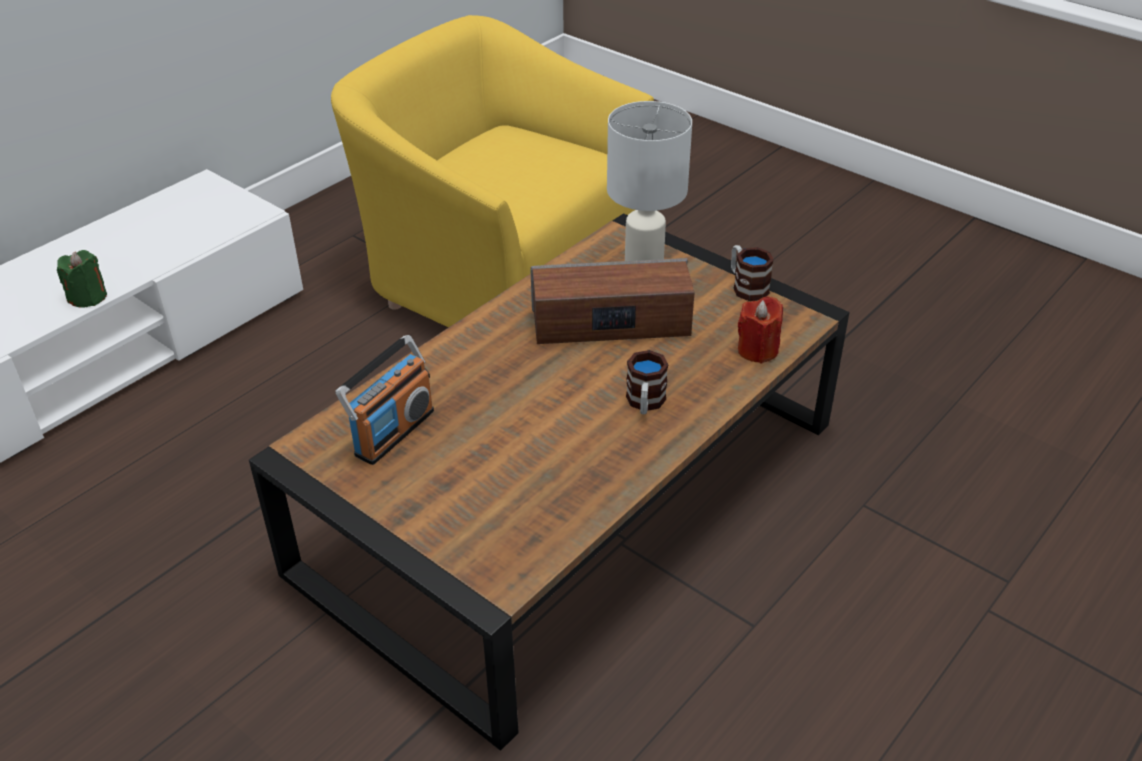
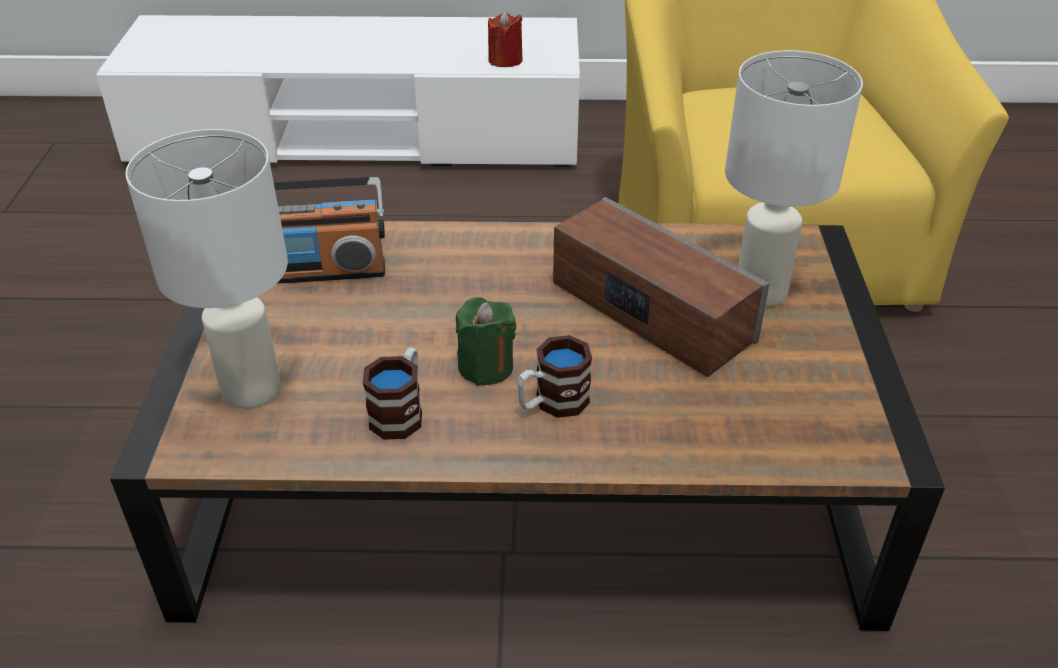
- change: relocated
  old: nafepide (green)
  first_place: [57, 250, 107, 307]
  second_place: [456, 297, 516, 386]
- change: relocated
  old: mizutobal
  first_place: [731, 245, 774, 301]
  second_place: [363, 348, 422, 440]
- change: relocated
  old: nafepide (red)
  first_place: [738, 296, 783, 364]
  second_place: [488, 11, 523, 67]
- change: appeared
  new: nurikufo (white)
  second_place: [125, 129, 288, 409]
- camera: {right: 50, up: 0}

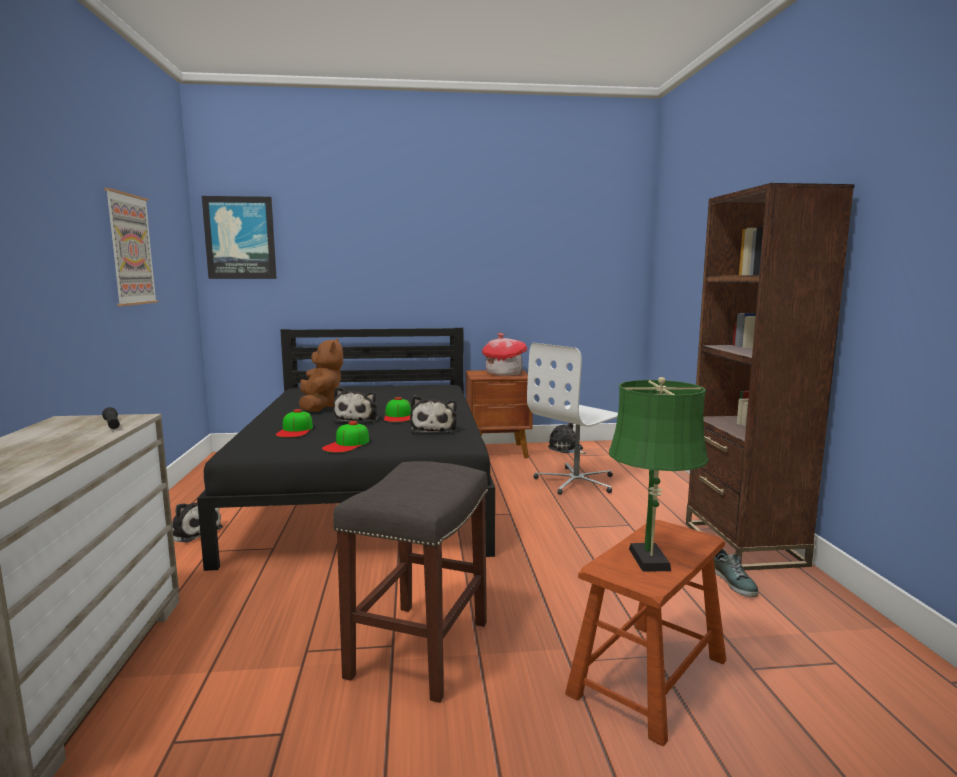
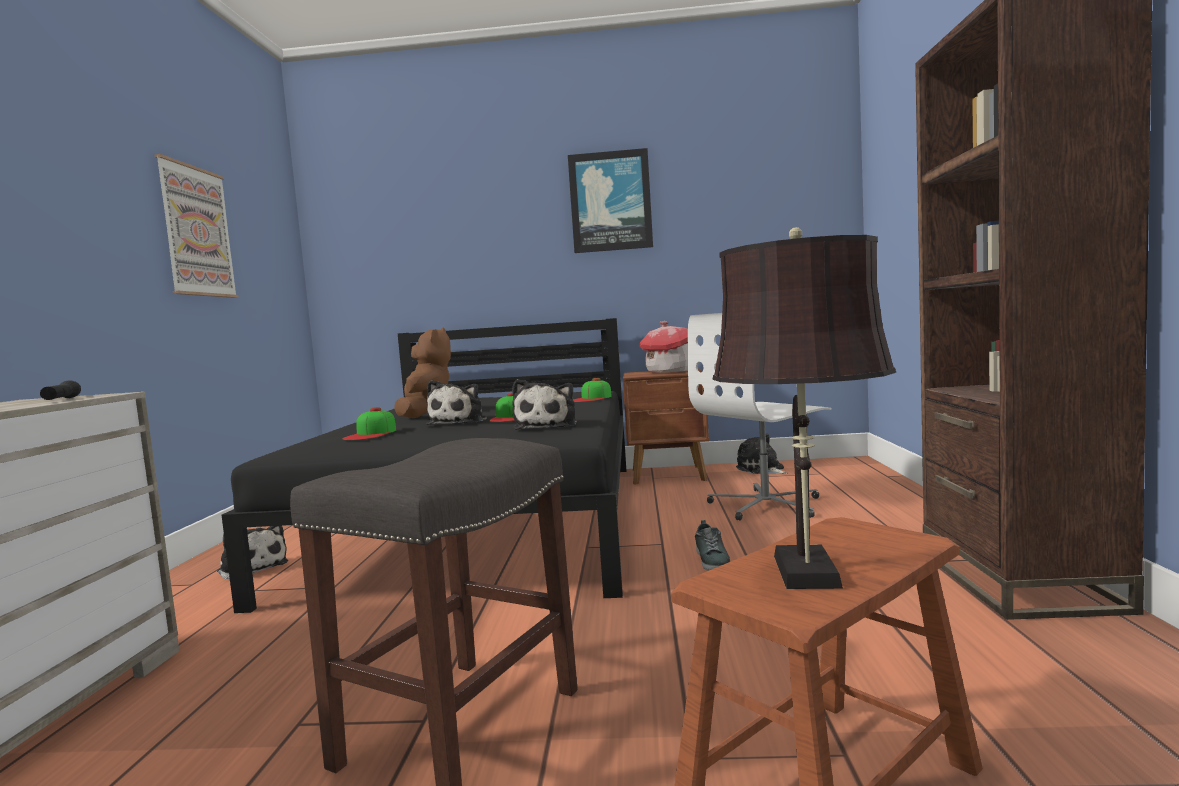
- change: relocated
  old: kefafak
  first_place: [202, 196, 277, 279]
  second_place: [568, 148, 653, 253]
- change: relocated
  old: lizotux
  first_place: [322, 421, 369, 453]
  second_place: [573, 378, 612, 402]
- change: colour
  old: nurikufo (green)
  new: nurikufo (brown)
  first_place: [609, 377, 709, 572]
  second_place: [712, 227, 896, 589]
- change: relocated
  old: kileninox
  first_place: [713, 549, 759, 597]
  second_place: [695, 520, 731, 571]
- camera: {right: 10, up: -5}

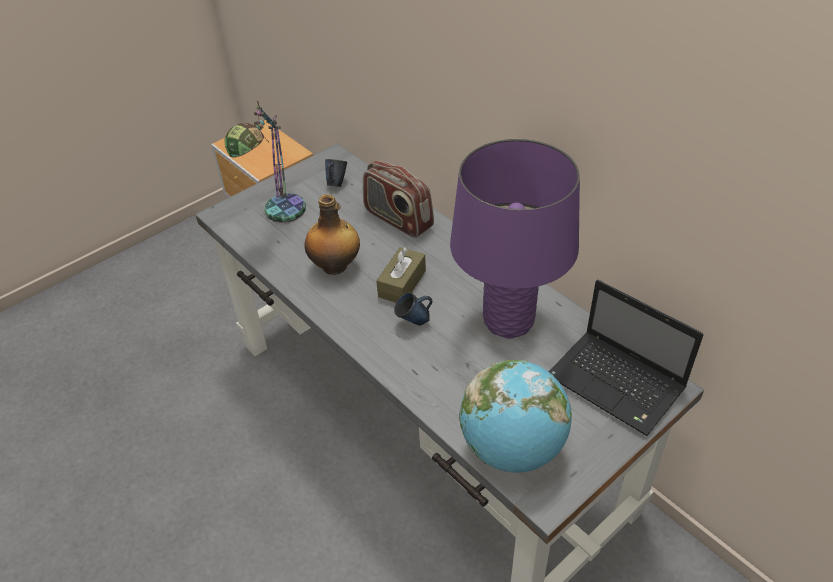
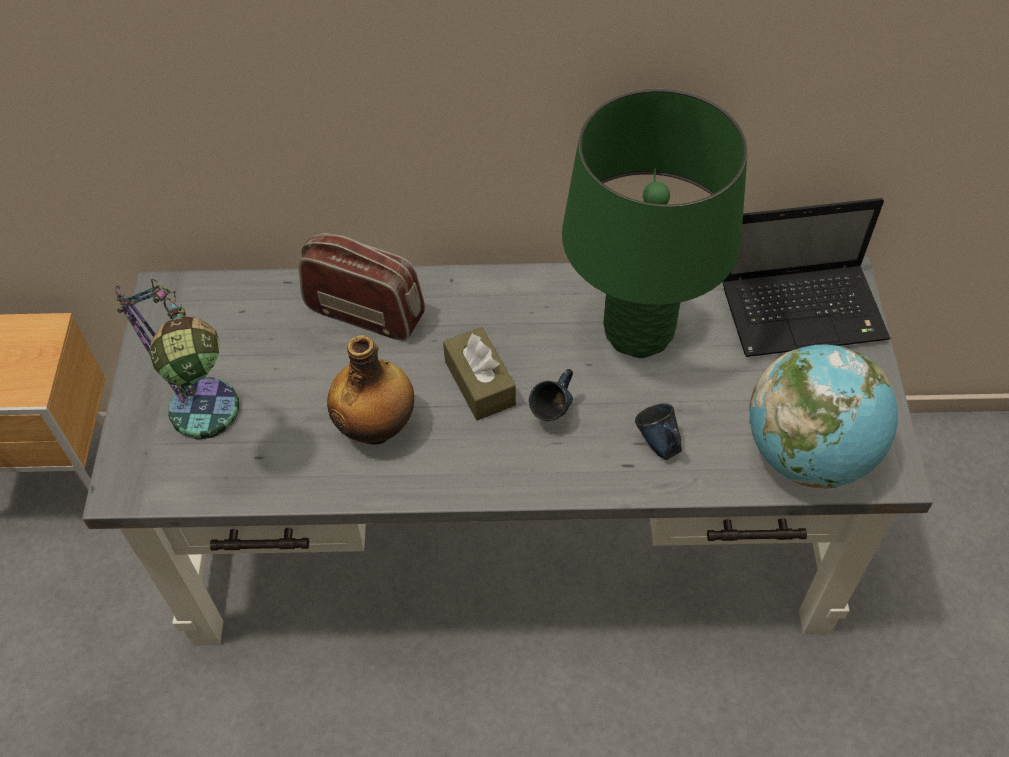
- change: relocated
  old: mizutobal (blue)
  first_place: [325, 159, 347, 187]
  second_place: [635, 403, 682, 460]
- change: spun
  old: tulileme
  first_place: [363, 160, 434, 238]
  second_place: [299, 233, 425, 341]
  degrees: -150
- change: colour
  old: nurikufo (purple)
  new: nurikufo (green)
  first_place: [450, 139, 580, 339]
  second_place: [562, 89, 748, 358]
- camera: {right: -50, up: 10}

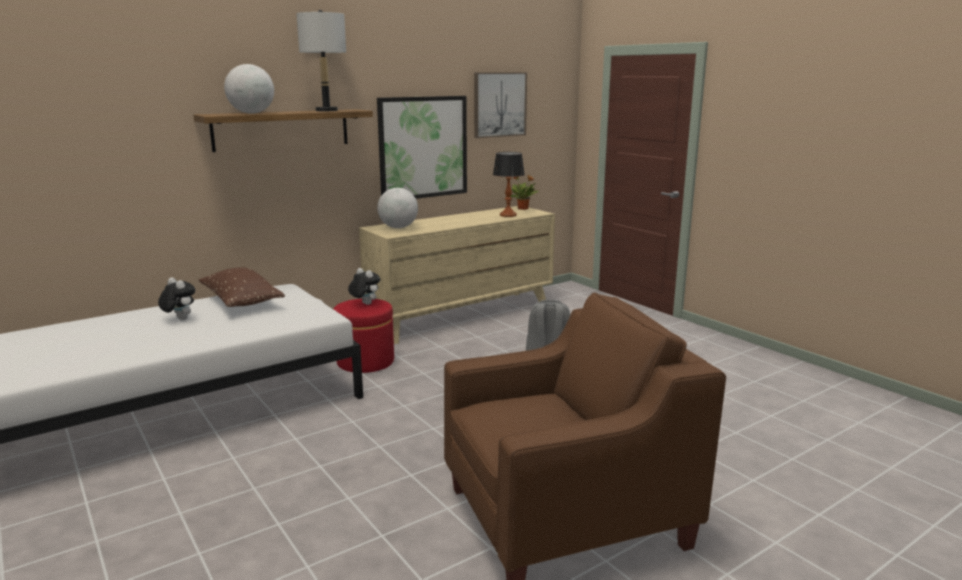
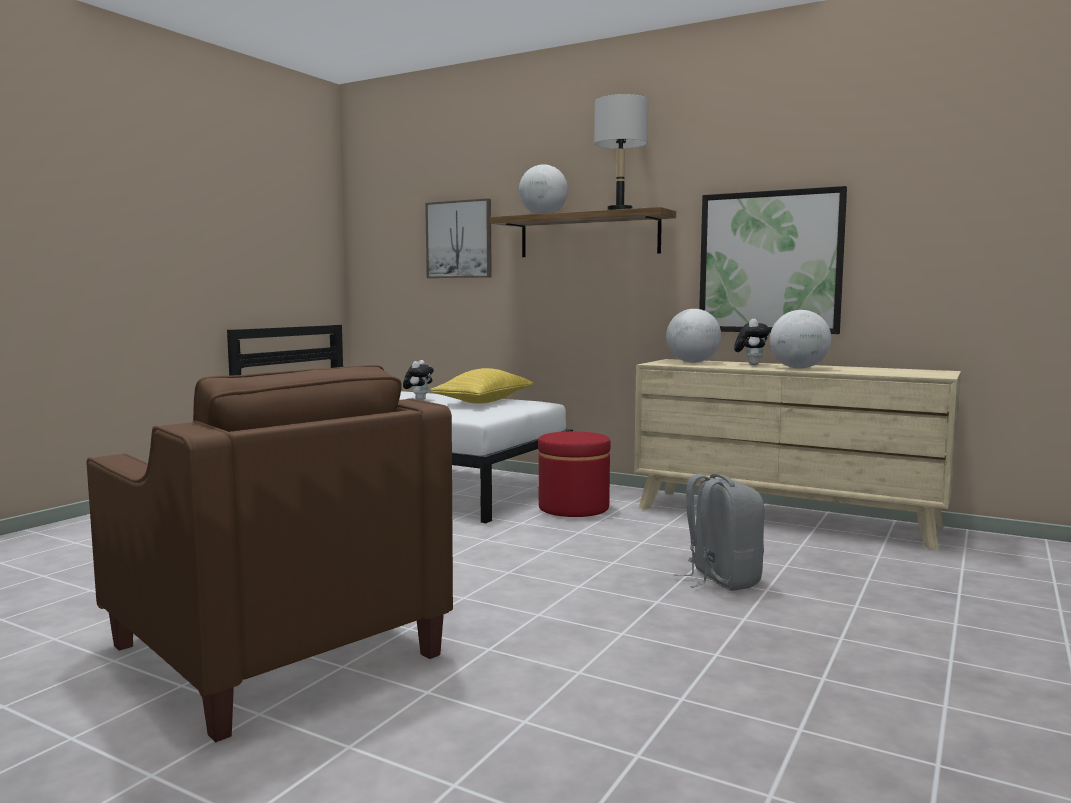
- change: colour
  old: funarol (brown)
  new: funarol (yellow)
  first_place: [198, 267, 285, 307]
  second_place: [430, 368, 533, 404]
- change: relocated
  old: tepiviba
  first_place: [348, 268, 380, 305]
  second_place: [734, 319, 770, 365]
- change: relocated
  old: kefafak
  first_place: [474, 72, 527, 138]
  second_place: [425, 198, 492, 278]
- change: missing
  old: nurikufo
  first_place: [493, 152, 525, 217]
- change: missing
  old: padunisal
  first_place: [511, 175, 539, 210]
- change: appeared
  new: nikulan
  second_place: [770, 310, 831, 369]
- camera: {right: 65, up: -10}

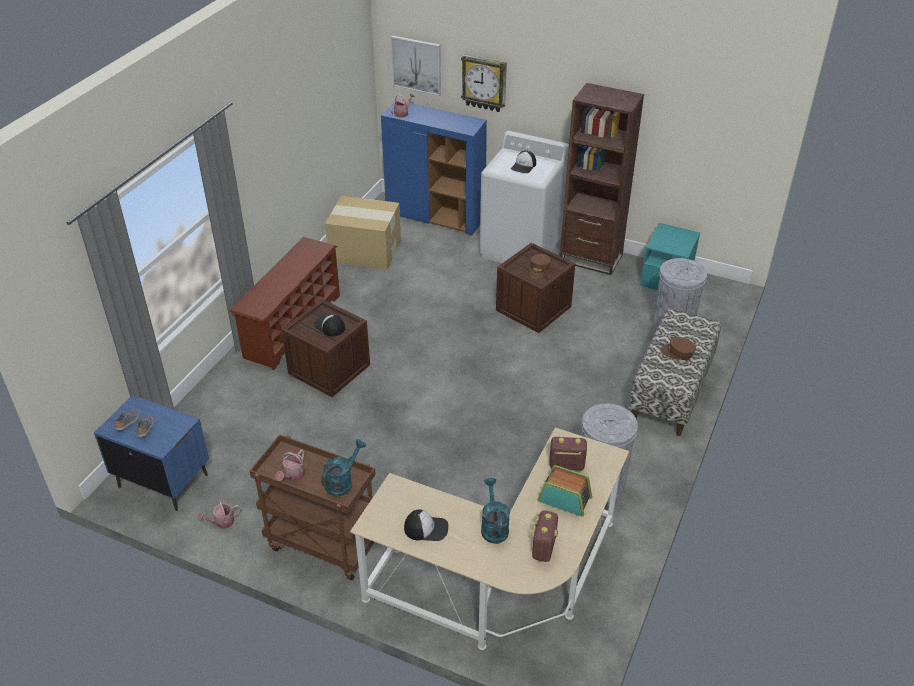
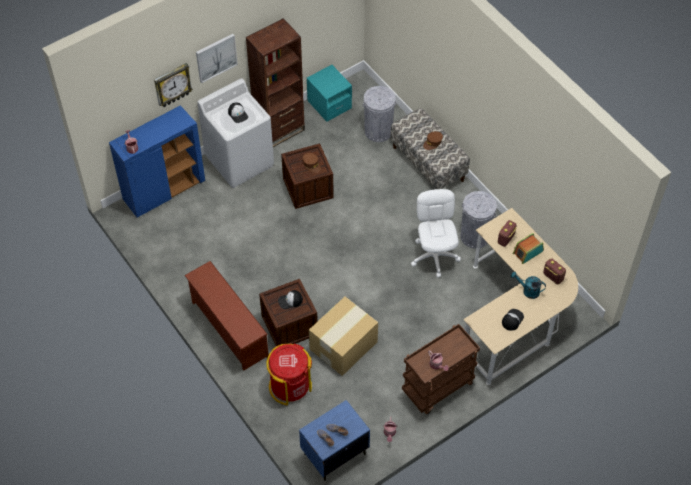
- change: missing
  old: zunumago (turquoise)
  first_place: [321, 439, 366, 496]
- change: relocated
  old: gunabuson
  first_place: [325, 196, 401, 270]
  second_place: [309, 297, 378, 376]
- change: relocated
  old: kefafak
  first_place: [391, 36, 441, 96]
  second_place: [196, 34, 238, 83]
- change: appeared
  new: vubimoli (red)
  second_place: [266, 344, 312, 406]
- change: appeared
  new: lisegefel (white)
  second_place: [411, 189, 461, 278]
- camera: {right: -60, up: 15}

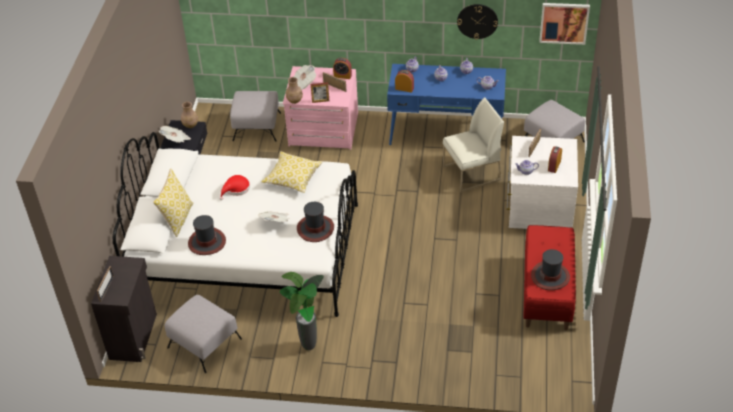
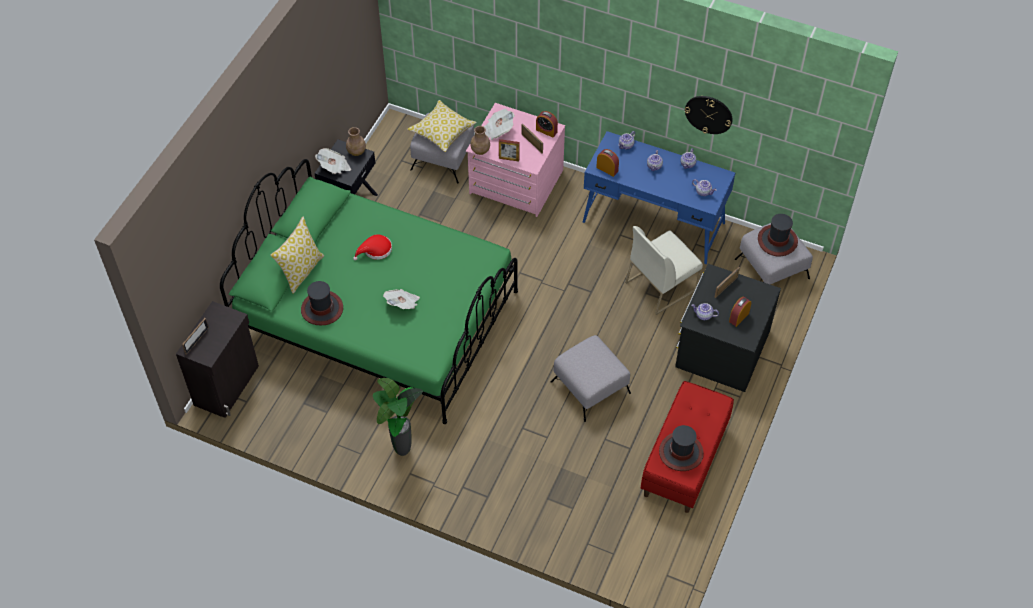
- change: colour
  old: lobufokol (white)
  new: lobufokol (green)
  first_place: [113, 132, 358, 317]
  second_place: [220, 159, 518, 424]
- change: relocated
  old: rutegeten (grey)
  first_place: [165, 295, 242, 373]
  second_place: [551, 335, 631, 422]
- change: relocated
  old: funarol
  first_place: [261, 151, 323, 193]
  second_place: [407, 100, 477, 152]
- change: relocated
  old: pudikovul
  first_place: [297, 202, 334, 242]
  second_place: [758, 214, 798, 256]
- change: spun
  old: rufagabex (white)
  first_place: [443, 97, 504, 193]
  second_place: [625, 226, 703, 315]
  degrees: 150
- change: colour
  old: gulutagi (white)
  new: gulutagi (black)
  first_place: [507, 136, 578, 229]
  second_place: [675, 264, 781, 392]
- change: missing
  old: kefafak
  first_place: [539, 3, 590, 45]
- camera: {right: 15, up: 10}

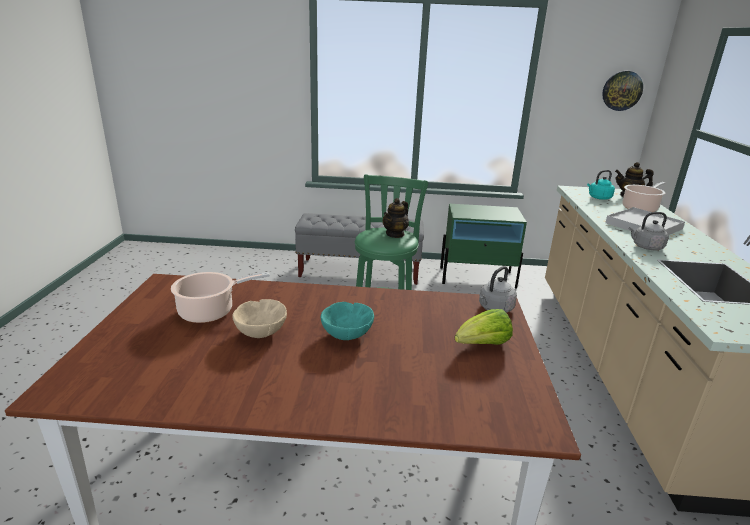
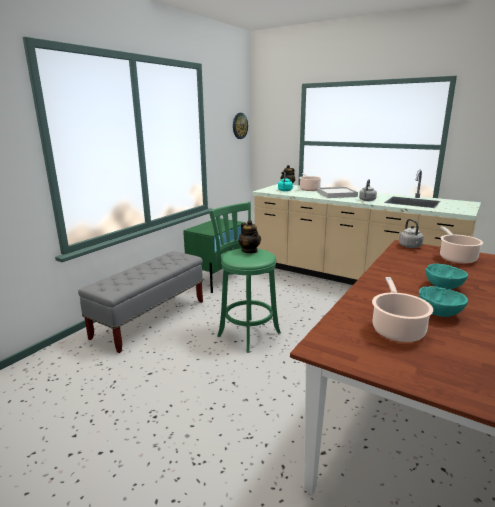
- change: colour
  old: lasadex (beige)
  new: lasadex (turquoise)
  first_place: [232, 299, 287, 338]
  second_place: [419, 286, 468, 317]
- change: exchanged
  old: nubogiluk
  new: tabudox
  first_place: [455, 309, 513, 345]
  second_place: [440, 227, 483, 264]
- camera: {right: -60, up: -5}

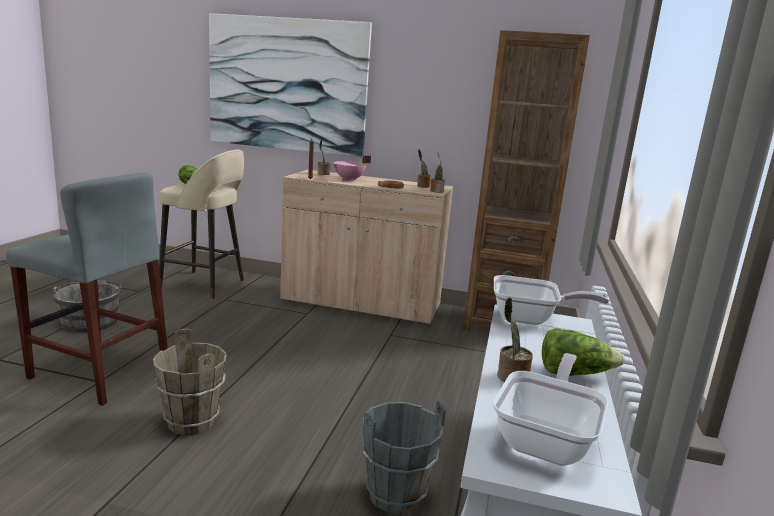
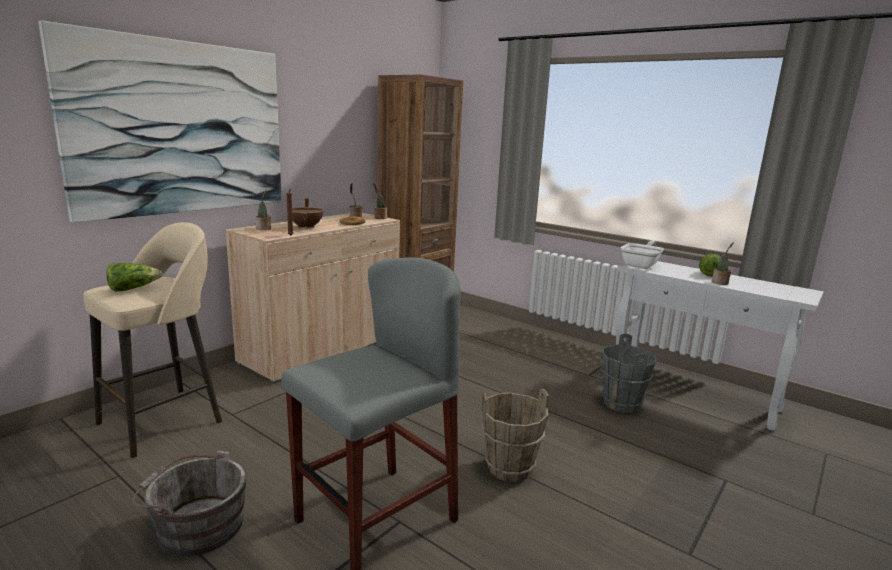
- change: colour
  old: tabudox (pink)
  new: tabudox (brown)
  first_place: [333, 155, 371, 181]
  second_place: [292, 198, 324, 229]
- change: missing
  old: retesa
  first_place: [493, 353, 608, 466]
- camera: {right: -65, up: 0}

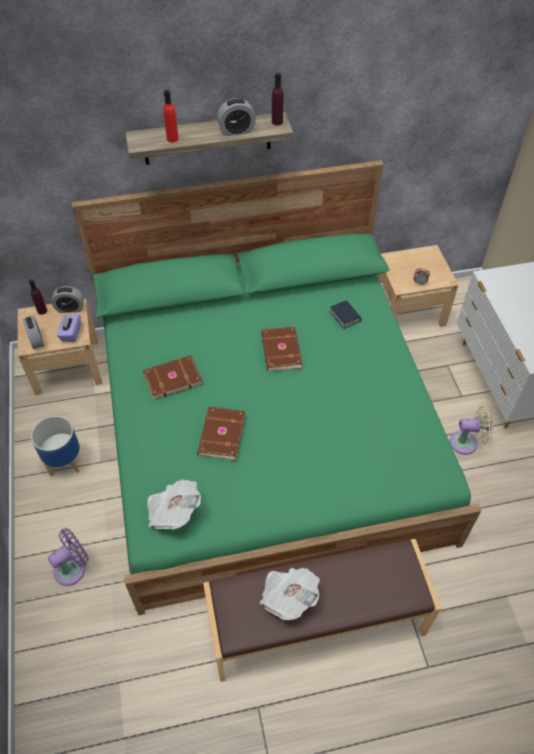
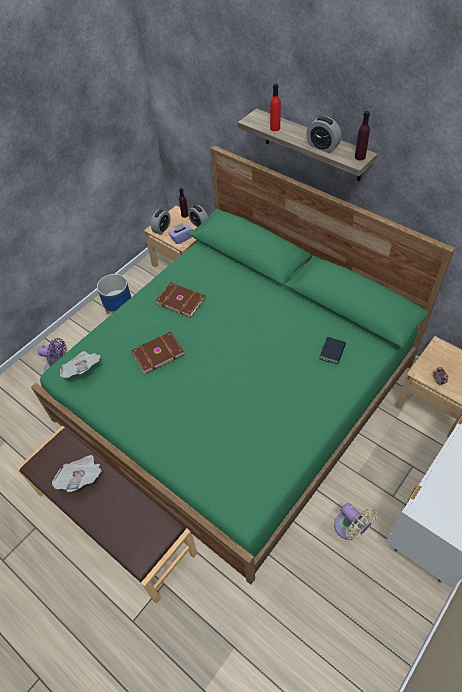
- change: missing
  old: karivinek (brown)
  first_place: [261, 327, 302, 372]
- camera: {right: 55, up: 0}

